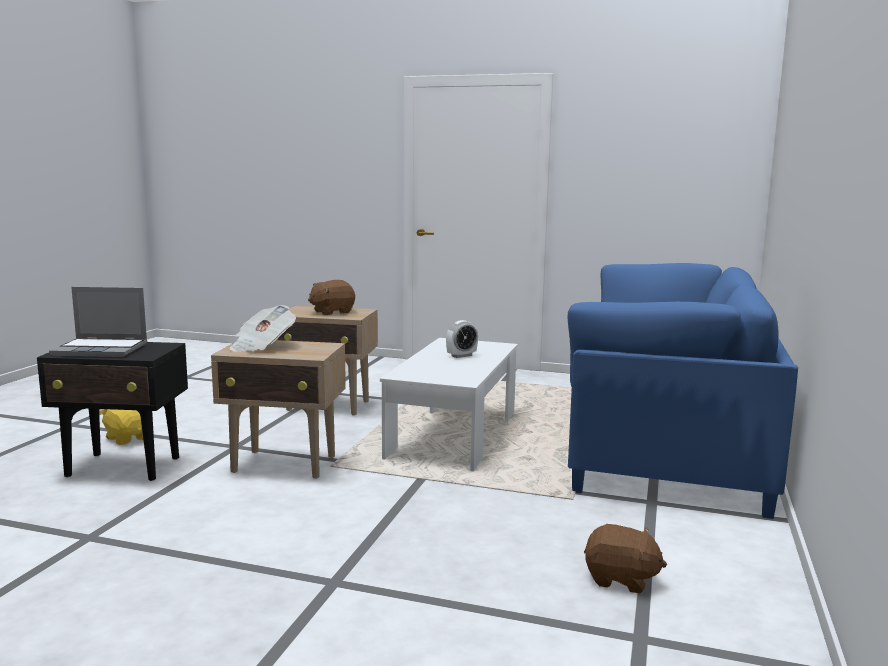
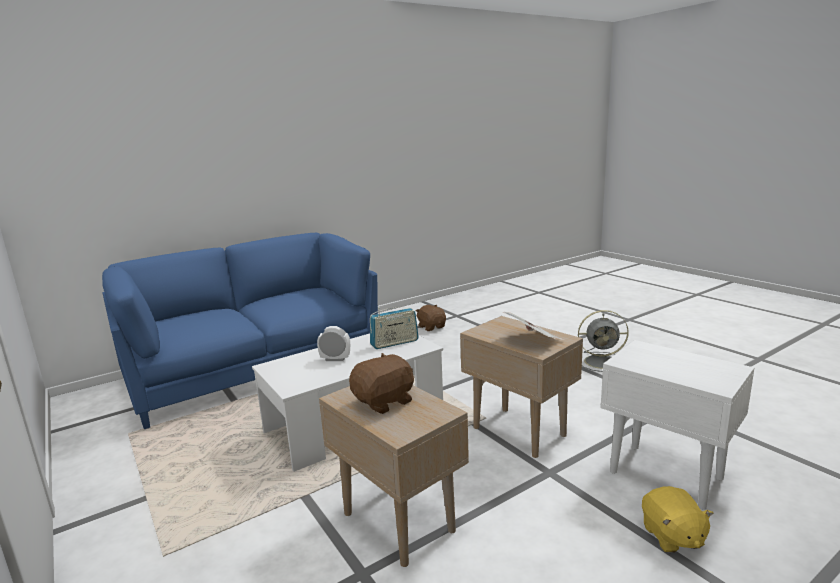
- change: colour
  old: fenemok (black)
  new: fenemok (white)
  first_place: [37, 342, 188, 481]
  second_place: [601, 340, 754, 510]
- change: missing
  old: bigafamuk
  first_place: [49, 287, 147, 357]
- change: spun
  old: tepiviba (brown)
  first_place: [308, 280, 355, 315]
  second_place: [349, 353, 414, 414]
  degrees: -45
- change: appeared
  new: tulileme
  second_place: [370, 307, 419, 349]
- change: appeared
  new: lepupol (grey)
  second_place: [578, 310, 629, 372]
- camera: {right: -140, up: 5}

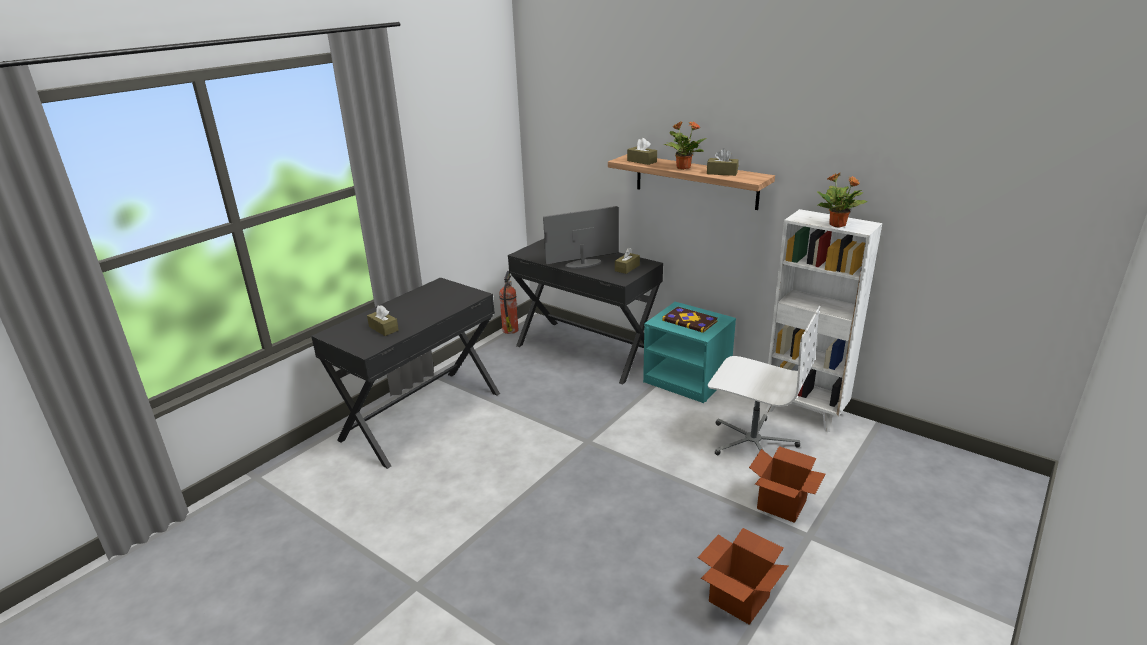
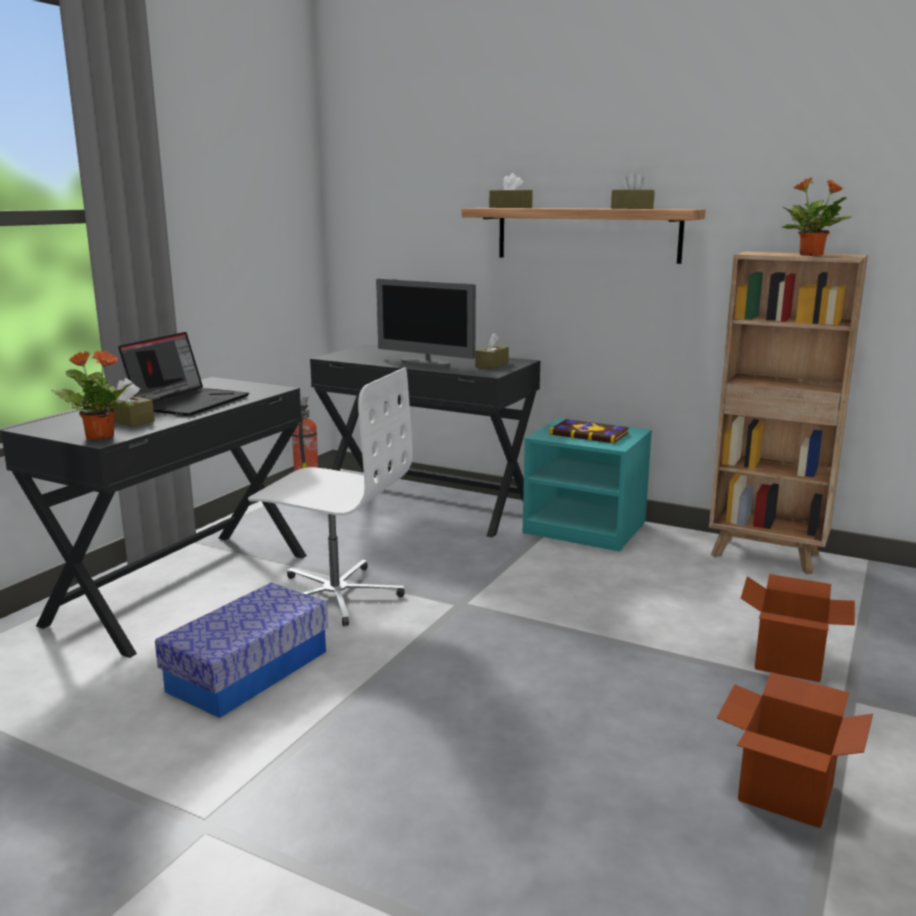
- change: spun
  old: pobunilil
  first_place: [543, 206, 619, 269]
  second_place: [376, 278, 476, 367]
  degrees: -120
- change: relocated
  old: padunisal
  first_place: [664, 121, 706, 170]
  second_place: [51, 351, 134, 440]
- change: relocated
  old: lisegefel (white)
  first_place: [708, 306, 821, 456]
  second_place: [248, 367, 413, 626]
- change: colour
  old: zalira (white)
  new: zalira (brown)
  first_place: [766, 209, 882, 432]
  second_place: [709, 252, 868, 575]
- change: appeared
  new: bigafamuk
  second_place: [118, 332, 249, 416]
- change: appeared
  new: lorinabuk
  second_place: [155, 583, 328, 718]
- camera: {right: -10, up: -10}

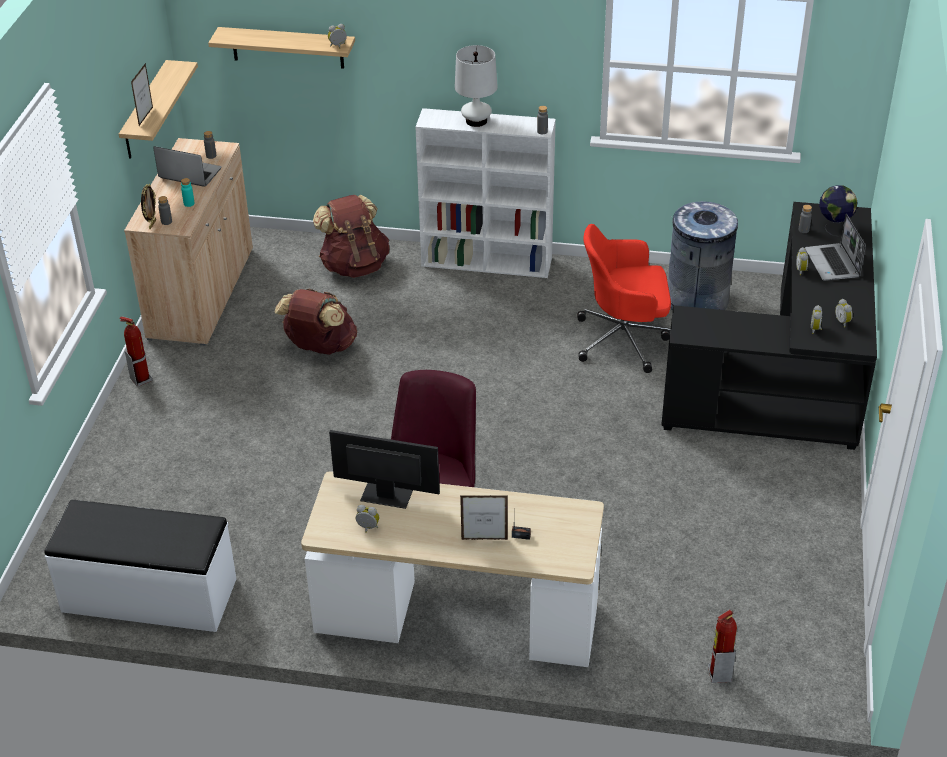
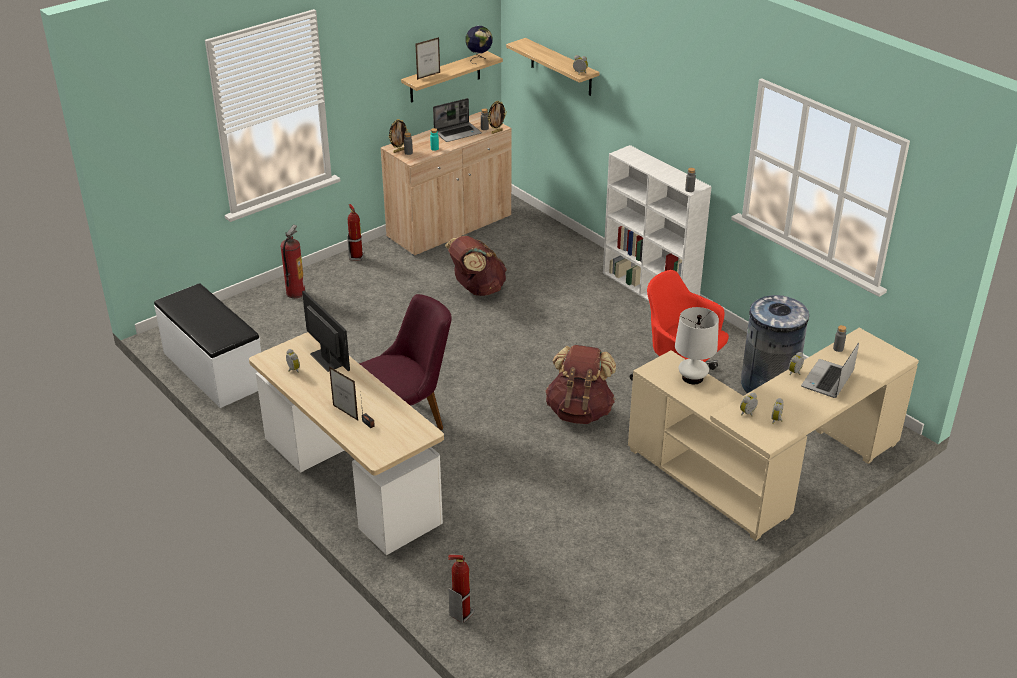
- change: spun
  old: bigafamuk
  first_place: [153, 146, 222, 187]
  second_place: [433, 98, 482, 142]
  degrees: 90
- change: relocated
  old: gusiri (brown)
  first_place: [313, 195, 389, 278]
  second_place: [545, 345, 616, 424]
- change: relocated
  old: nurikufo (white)
  first_place: [455, 45, 498, 127]
  second_place: [675, 307, 719, 384]
- change: colour
  old: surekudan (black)
  new: surekudan (beige)
  first_place: [661, 202, 877, 450]
  second_place: [628, 328, 919, 541]
- change: relocated
  old: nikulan
  first_place: [819, 185, 857, 237]
  second_place: [466, 26, 492, 64]
- change: appeared
  new: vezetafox
  second_place: [280, 225, 306, 298]
- change: appeared
  new: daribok
  second_place: [488, 101, 507, 134]
- camera: {right: 40, up: -5}

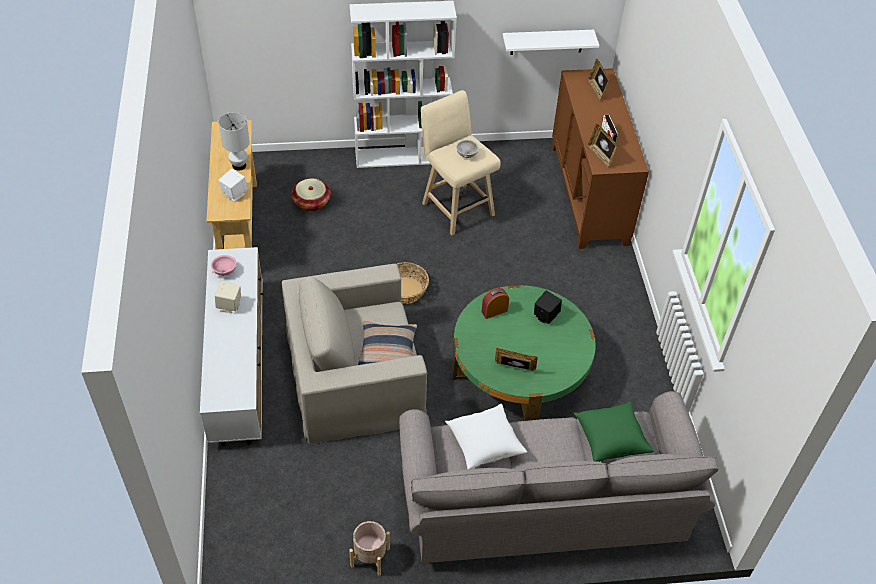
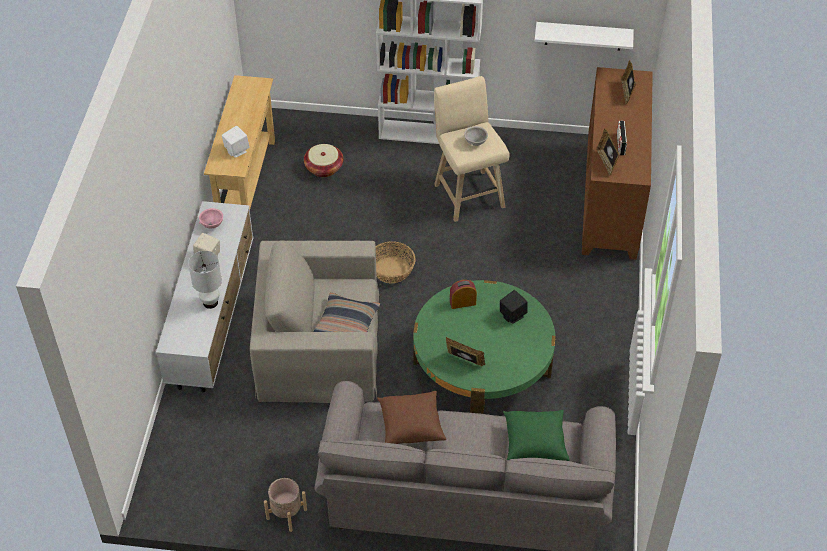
- change: relocated
  old: nurikufo (white)
  first_place: [218, 112, 250, 170]
  second_place: [188, 251, 222, 309]
- change: colour
  old: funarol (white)
  new: funarol (brown)
  first_place: [445, 404, 527, 469]
  second_place: [377, 391, 446, 444]
- camera: {right: 15, up: 0}

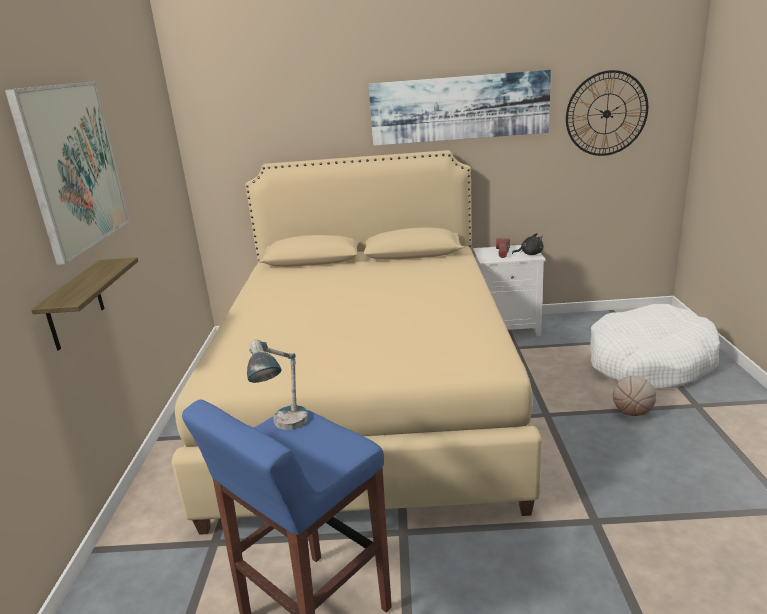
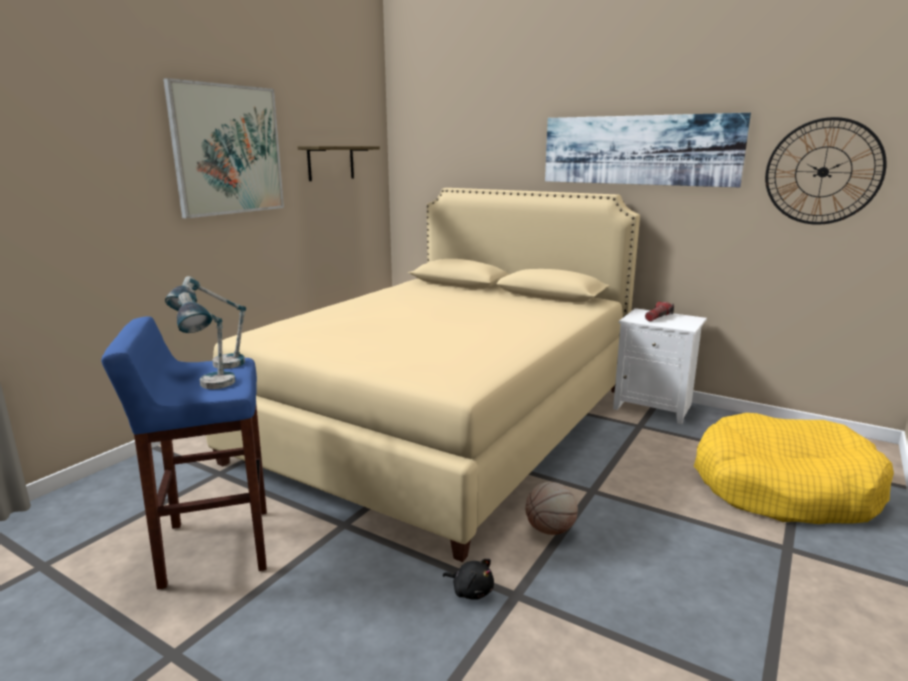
- change: relocated
  old: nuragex
  first_place: [31, 258, 138, 350]
  second_place: [298, 146, 380, 181]
- change: relocated
  old: tepiviba (black)
  first_place: [512, 233, 544, 255]
  second_place: [443, 559, 494, 600]
- change: colour
  old: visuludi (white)
  new: visuludi (yellow)
  first_place: [590, 304, 720, 389]
  second_place: [694, 413, 894, 524]
- change: relocated
  old: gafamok
  first_place: [613, 376, 656, 416]
  second_place: [526, 482, 578, 535]
- change: appeared
  new: nurikufo
  second_place: [177, 292, 235, 389]
- camera: {right: 30, up: -5}

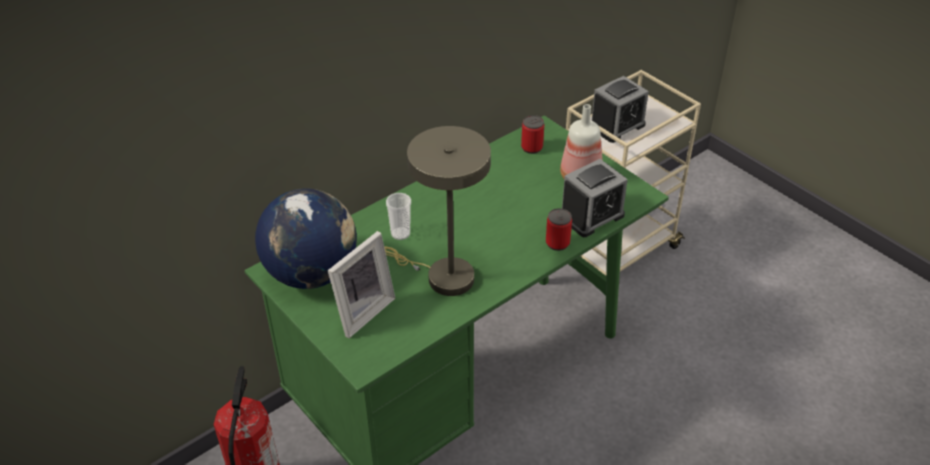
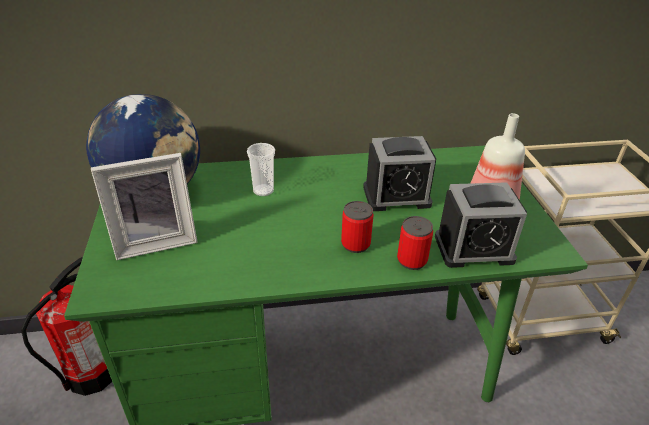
- change: missing
  old: nurikufo (beige)
  first_place: [384, 126, 491, 296]
- change: relocated
  old: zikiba
  first_place: [521, 115, 544, 154]
  second_place: [341, 201, 373, 253]
- change: relocated
  old: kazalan
  first_place: [592, 76, 649, 143]
  second_place: [363, 136, 436, 211]
- camera: {right: 30, up: -5}

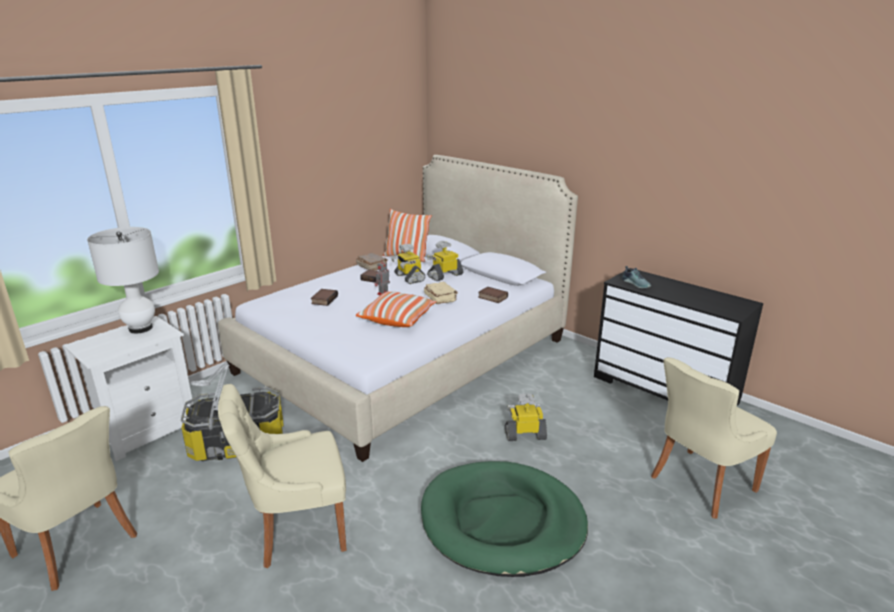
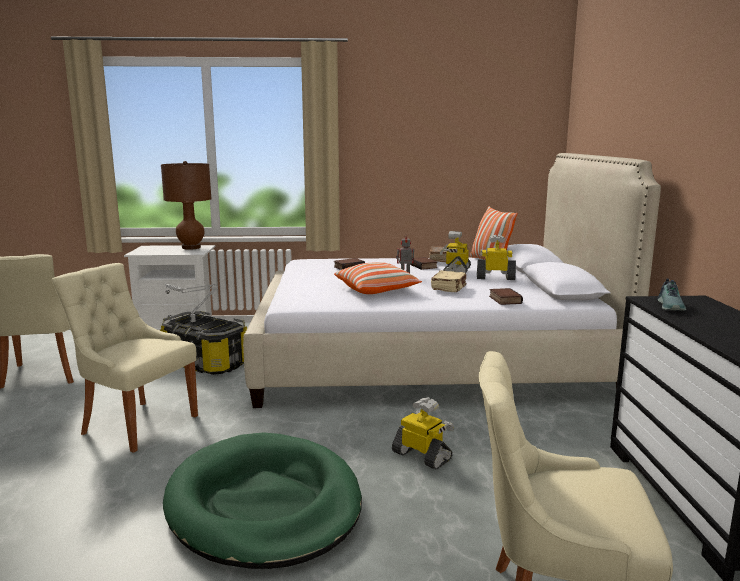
- change: colour
  old: nurikufo (white)
  new: nurikufo (brown)
  first_place: [87, 227, 159, 333]
  second_place: [161, 161, 212, 250]
- camera: {right: 45, up: -10}

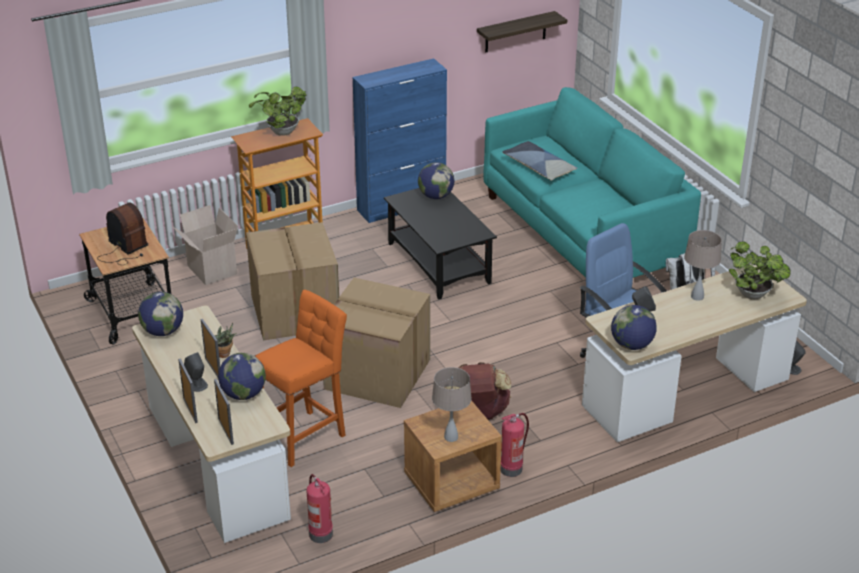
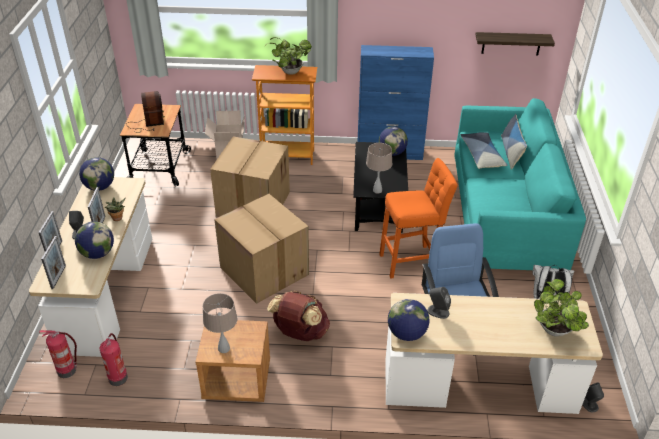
- change: relocated
  old: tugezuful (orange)
  first_place: [255, 290, 347, 467]
  second_place: [379, 158, 458, 279]
- change: relocated
  old: vezetafox
  first_place: [501, 413, 529, 477]
  second_place: [39, 330, 77, 378]
- change: relocated
  old: nurikufo (beige)
  first_place: [684, 230, 722, 301]
  second_place: [366, 143, 392, 194]
- change: appeared
  new: funarol
  second_place: [501, 114, 527, 170]
- camera: {right: 30, up: 5}

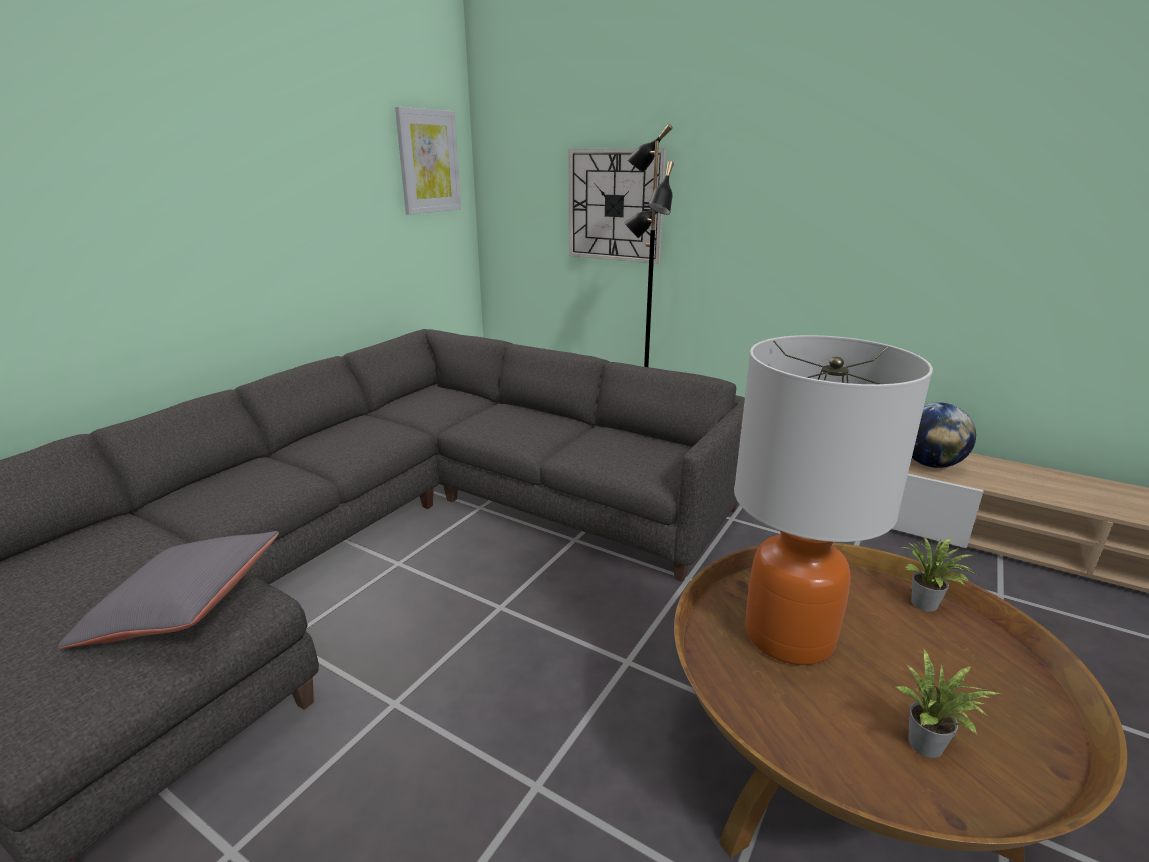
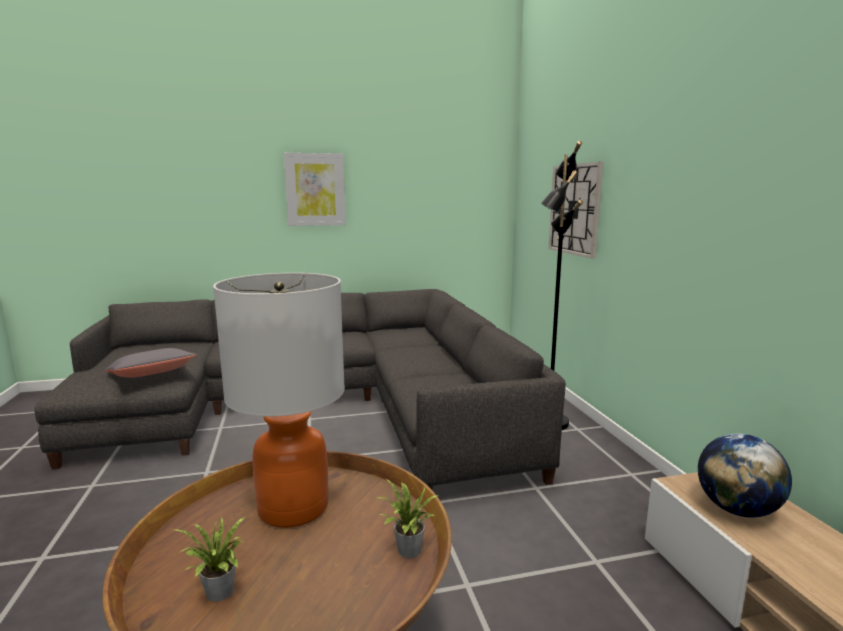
- change: relocated
  old: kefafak
  first_place: [395, 107, 461, 215]
  second_place: [284, 153, 346, 226]
- camera: {right: 45, up: -10}

